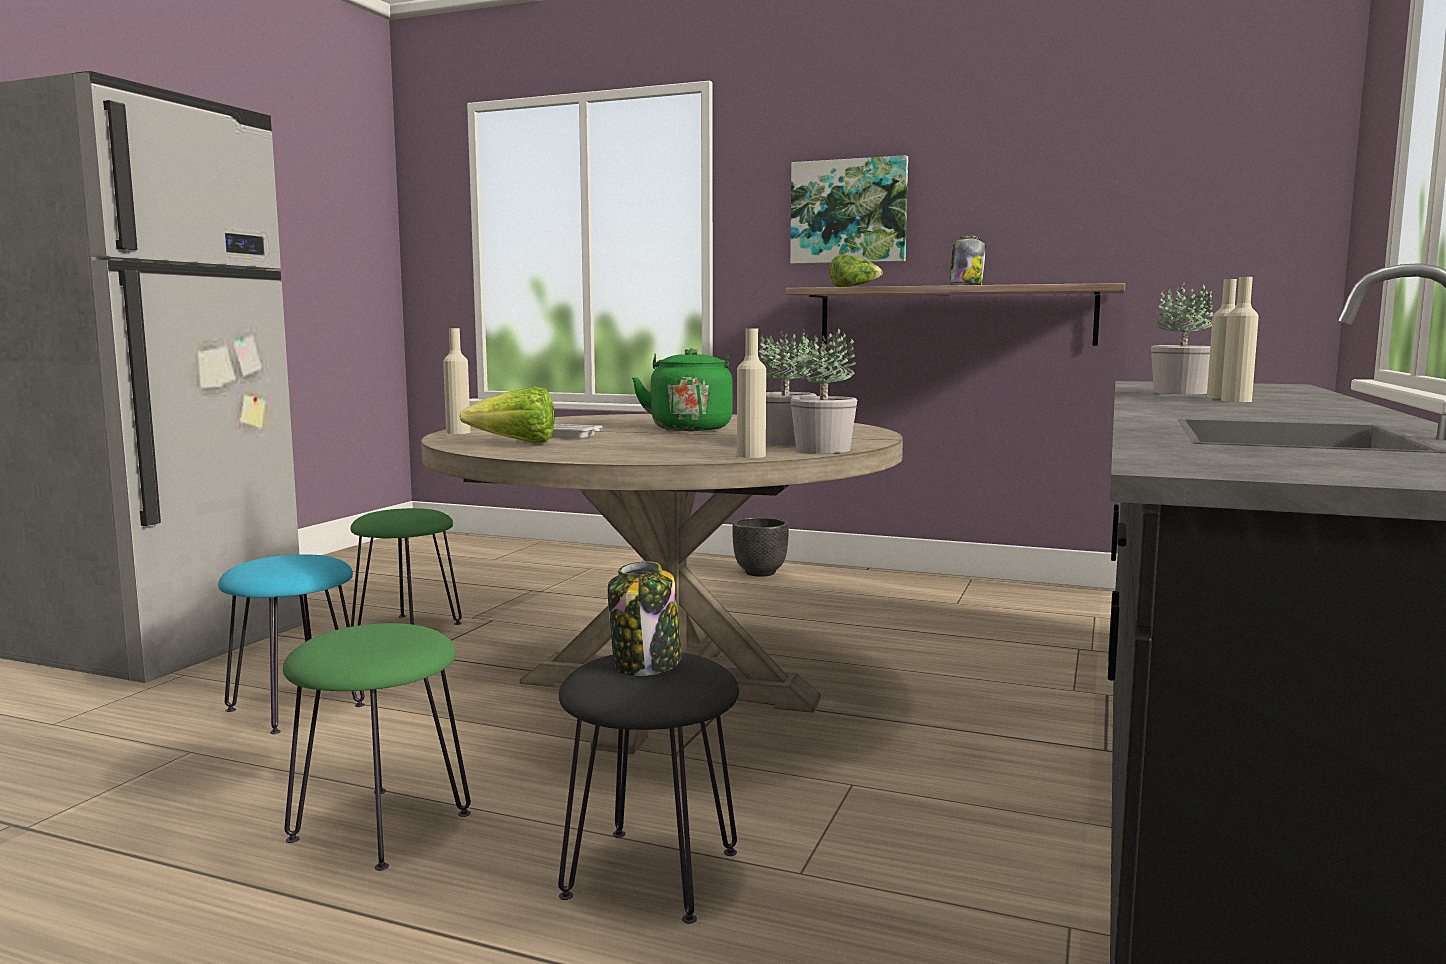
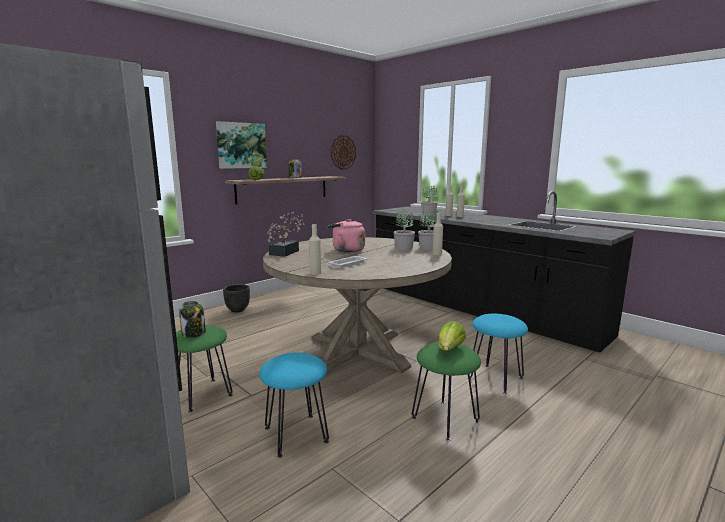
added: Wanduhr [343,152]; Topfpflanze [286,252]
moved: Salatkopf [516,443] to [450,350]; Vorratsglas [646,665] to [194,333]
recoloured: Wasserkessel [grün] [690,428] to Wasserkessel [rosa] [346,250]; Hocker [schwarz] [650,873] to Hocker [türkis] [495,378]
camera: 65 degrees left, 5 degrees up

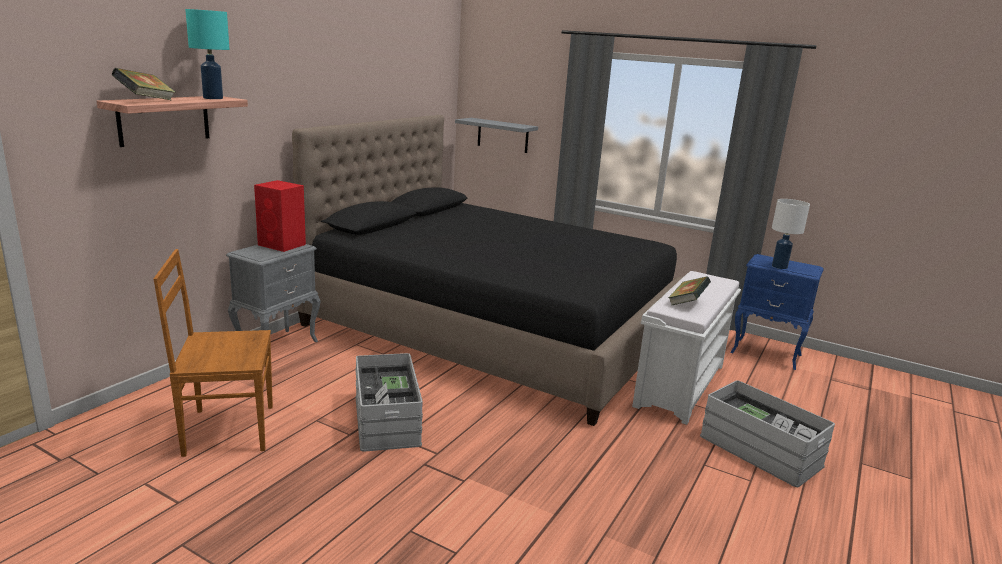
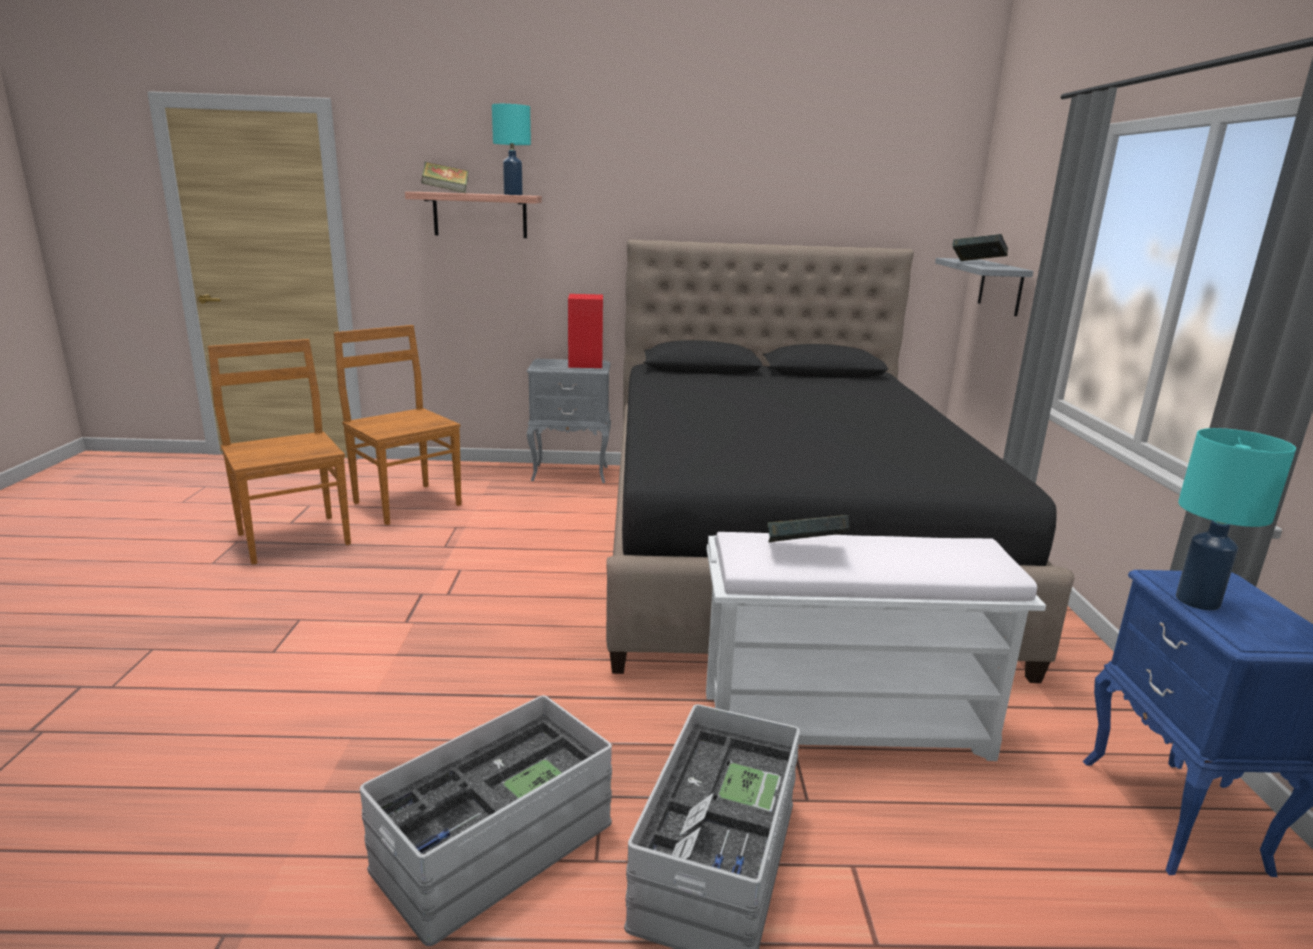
added: Buch [977,263]; Stuhl [braun] [293,537]
moved: Aufbewahrungsbox [grau] [388,419] to [495,846]
recoloured: Tischlampe [weiß] [779,266] to Tischlampe [türkis] [1196,600]
camera: 60 degrees right, 0 degrees up

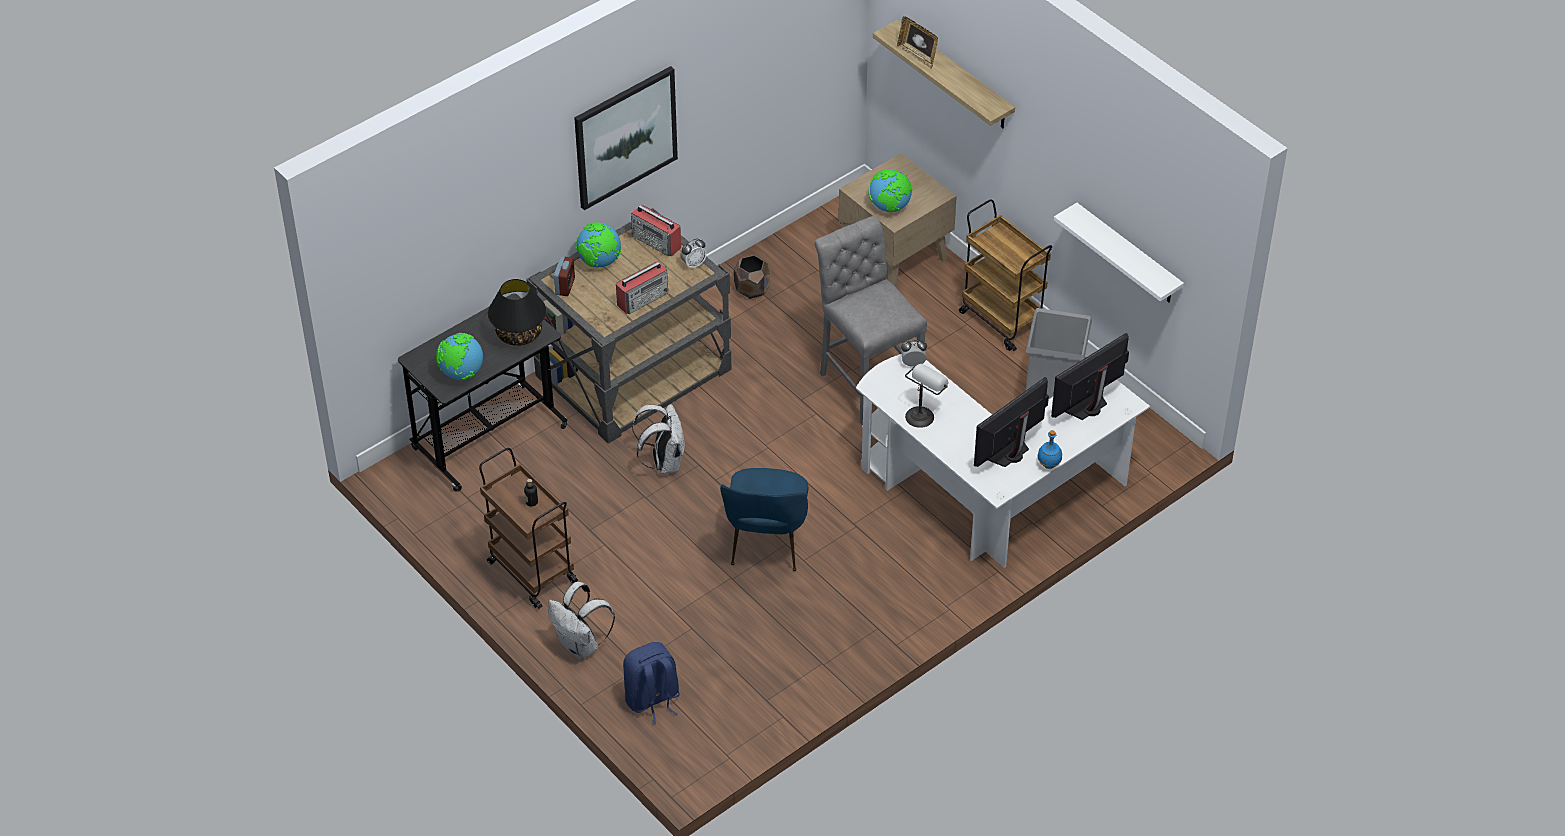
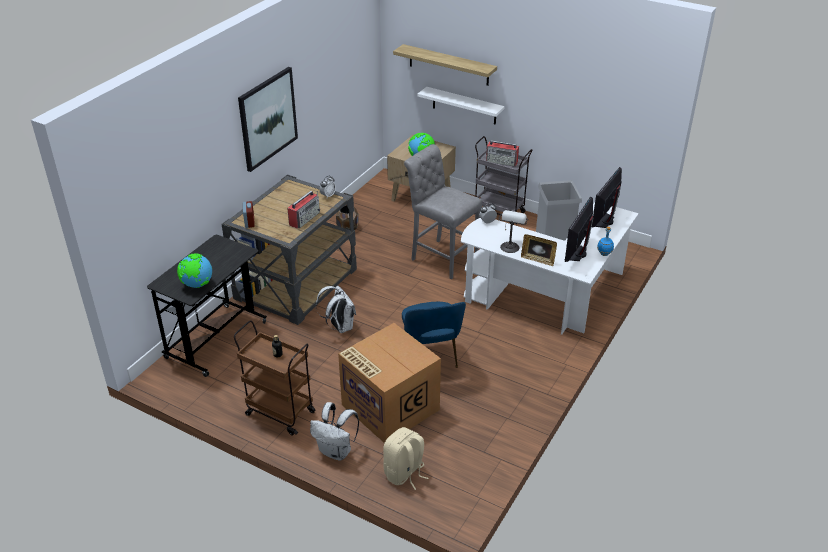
removed: Globus [599,262]; Tischlampe [schwarz] [519,334]
added: Karton [388,407]
moved: Bilderrahmen [917,55] to [538,260]; Wandregal [weiß] [1128,255] to [464,106]; Radio [657,242] to [502,162]
recoloured: Rollwagen [braun] [1002,321] to Rollwagen [grau] [499,213]; Rucksack [blau] [652,699] to Rucksack [beige] [404,473]
camera: 20 degrees left, 10 degrees down

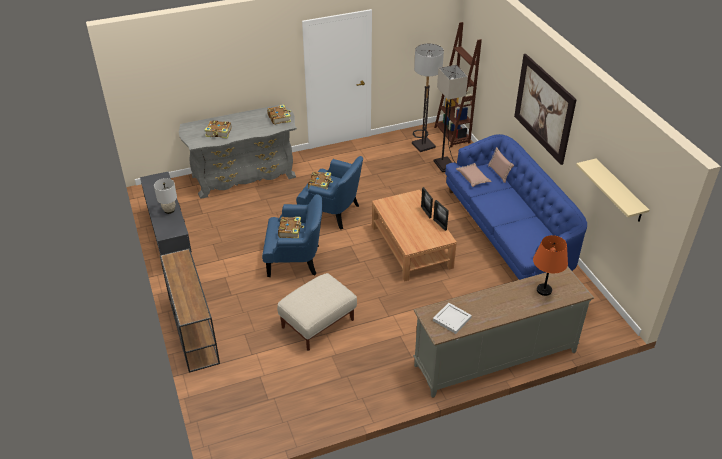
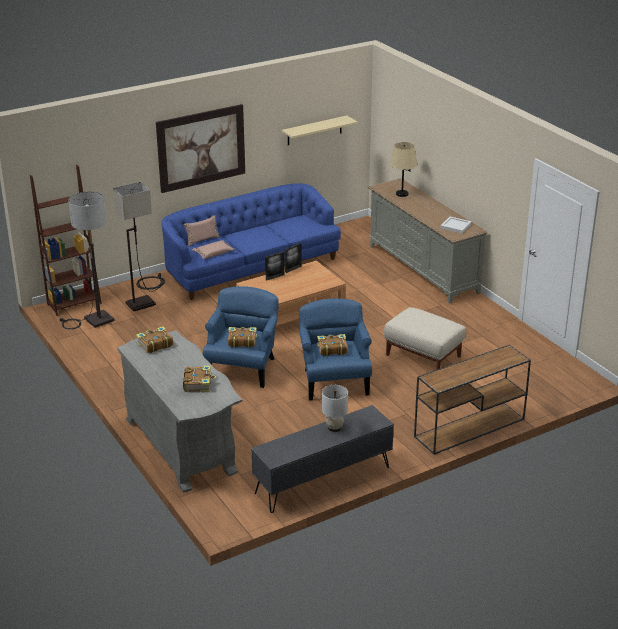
recoloured: Tischlampe [orange] [544,290] to Tischlampe [beige] [402,194]
camera: 100 degrees left, 10 degrees down

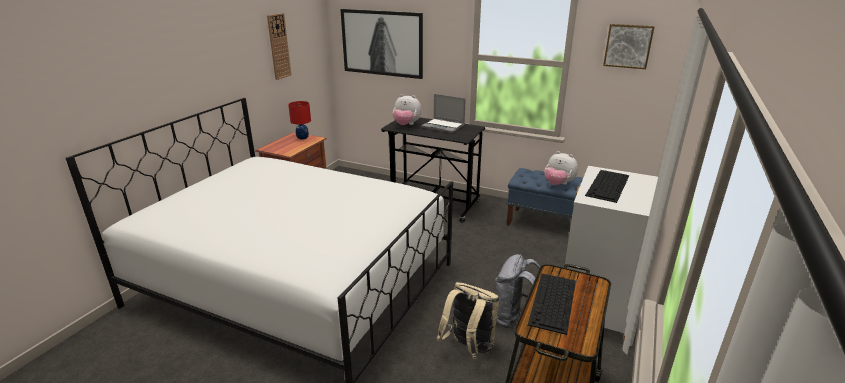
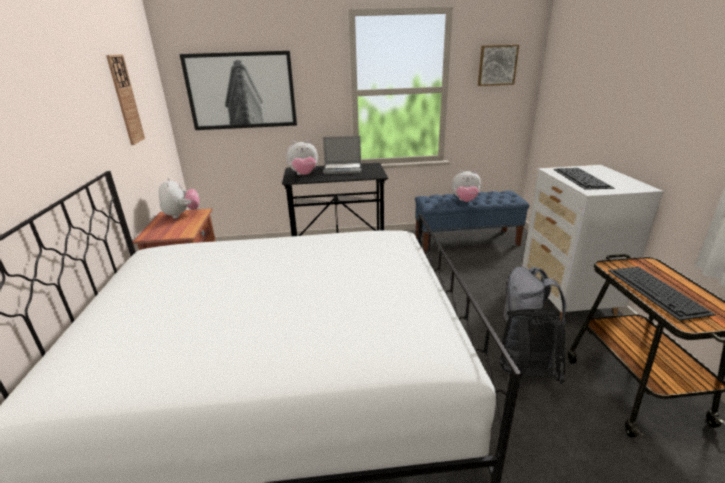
replaced: Tischlampe [rot] [302,138] to Plüschtier [182,215]
recoloured: Rucksack [beige] [468,348] to Rucksack [schwarz] [524,376]
camera: 30 degrees left, 0 degrees up

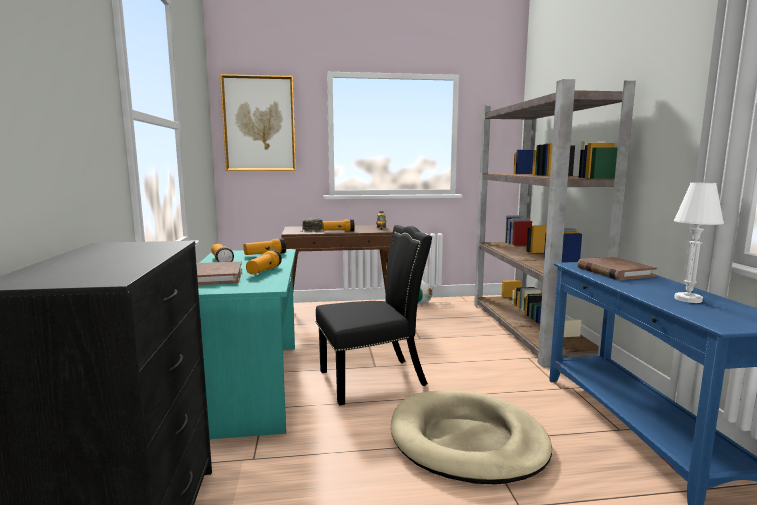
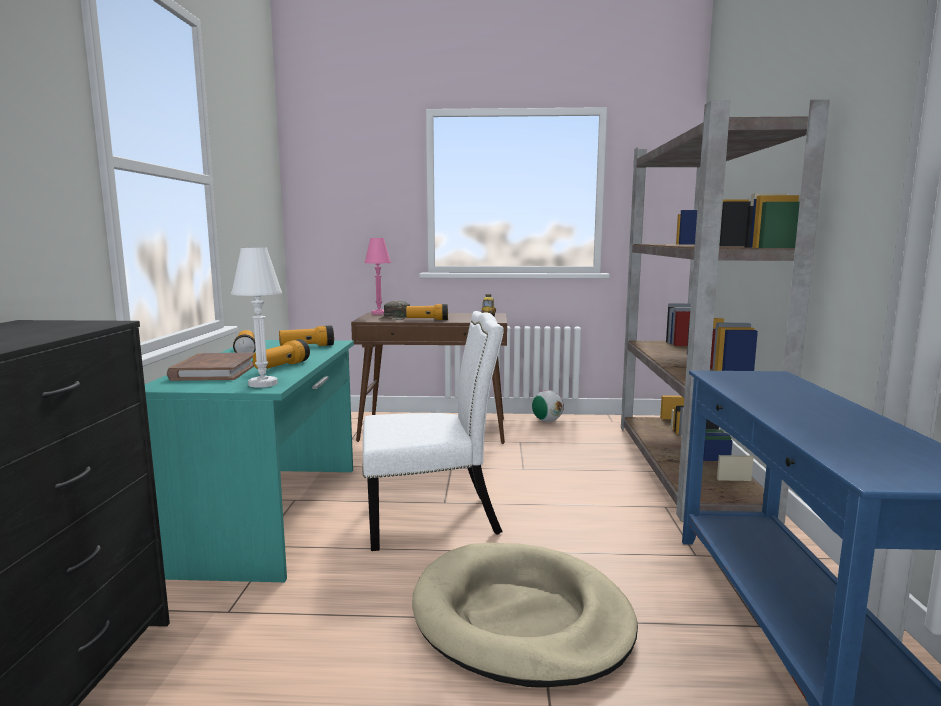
removed: Bild [259,124]; Buch [braun] [614,272]
added: Tischlampe [rosa] [379,313]
moved: Tischlampe [weiß] [688,299] to [263,384]
recoloured: Stuhl [schwarz] [371,380] to Stuhl [weiß] [429,520]
camera: 10 degrees right, 0 degrees up

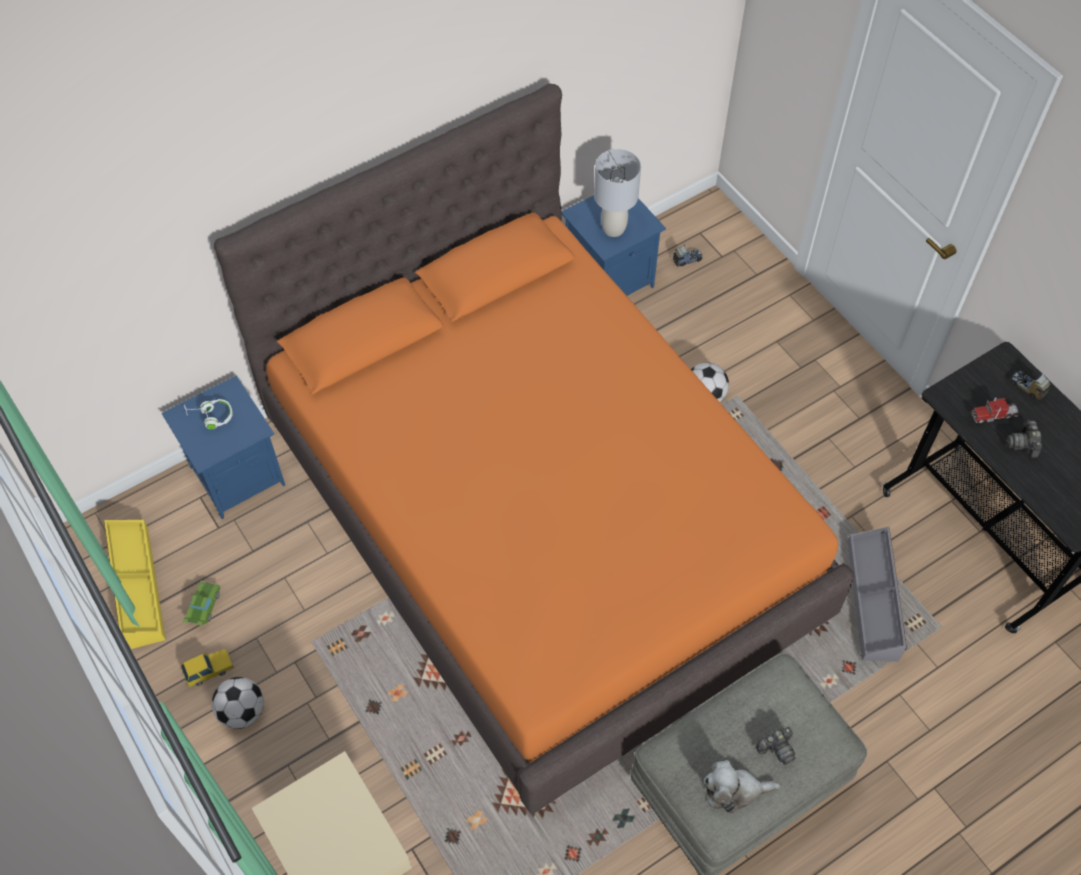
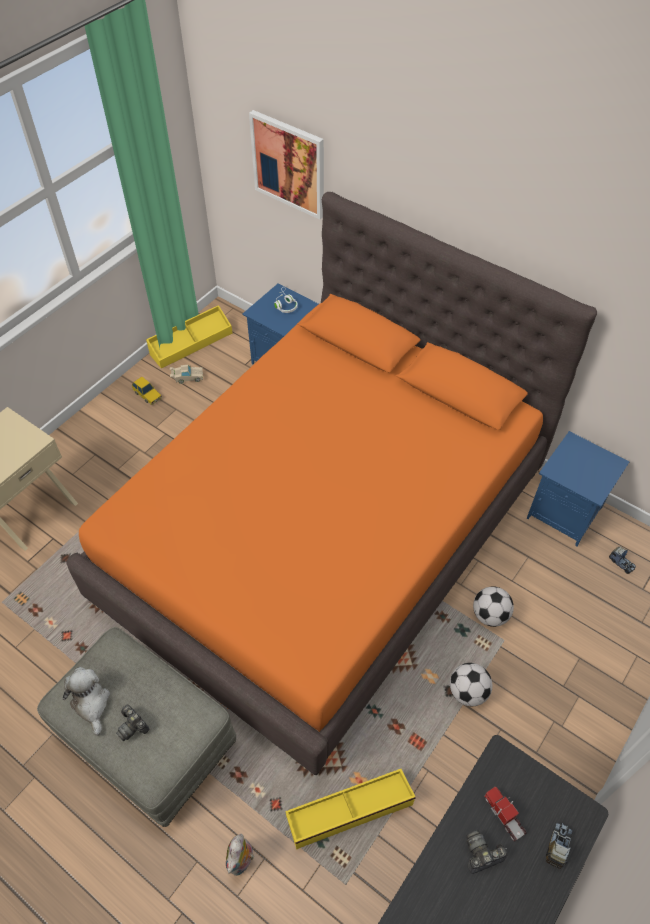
removed: Tischlampe [grau] [613,228]
added: Bild [289,164]; Plüschtier [242,860]
moved: Fußball [242,711] to [467,692]
recoloured: Aufbewahrungsbox [grau] [873,600] to Aufbewahrungsbox [gelb] [350,812]; Spielzeugauto [grün] [204,608] to Spielzeugauto [beige] [187,378]
camera: 70 degrees right, 5 degrees down

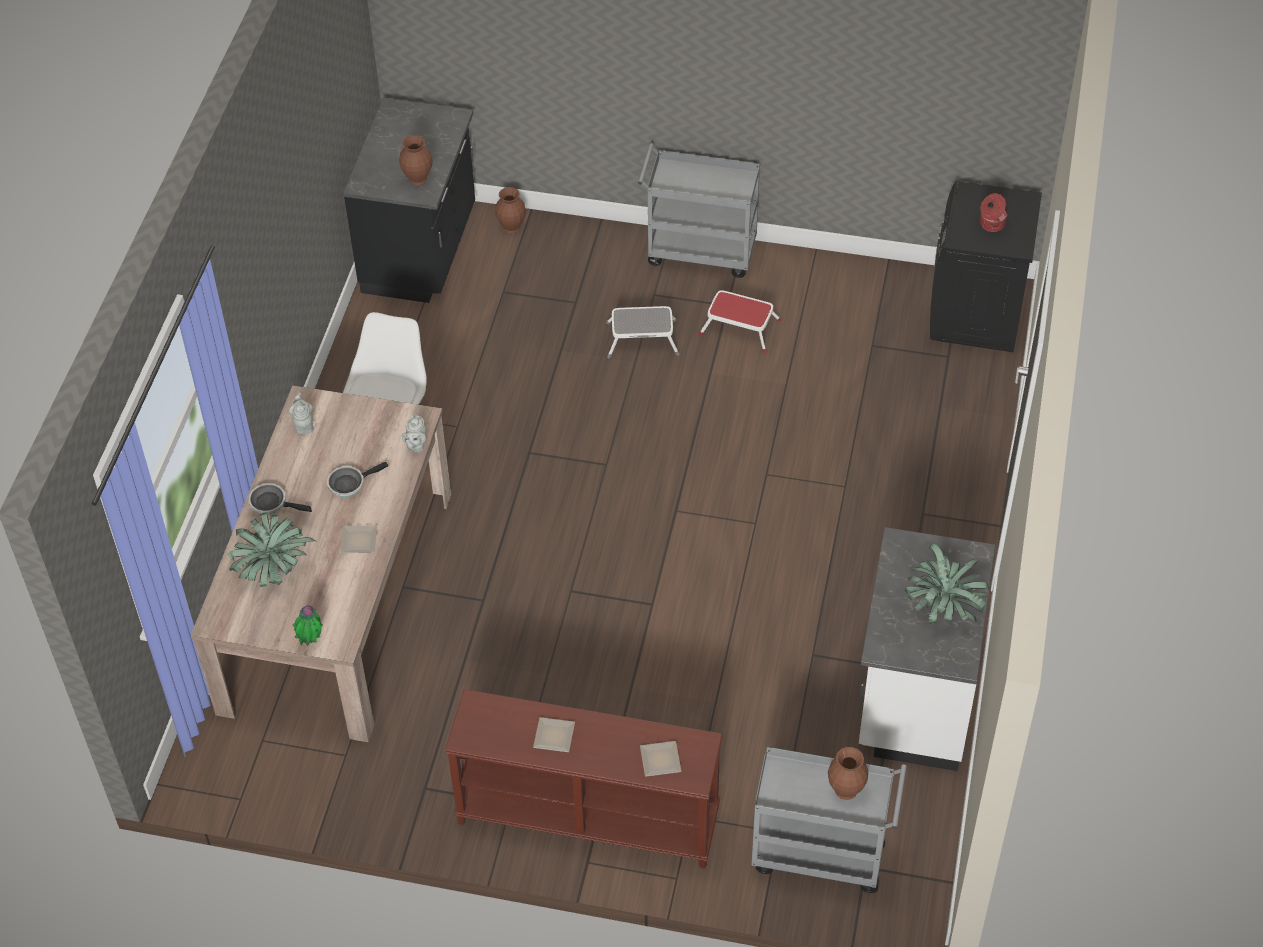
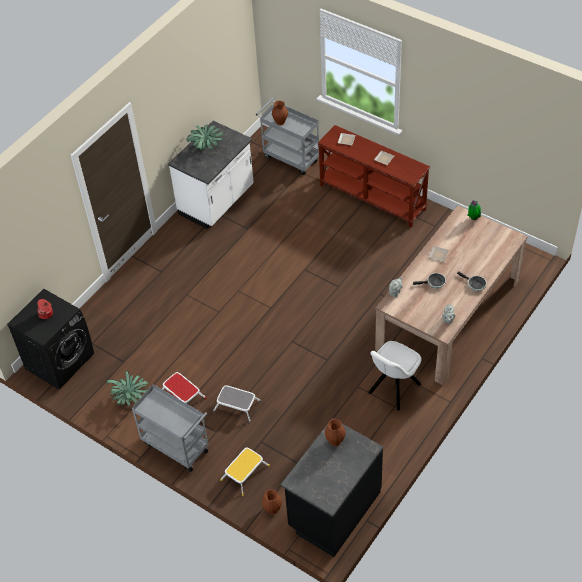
added: Trittleiter [gelb] [244,472]
moved: Topfpflanze [272,568] to [131,398]
camera: 155 degrees left, 0 degrees up

